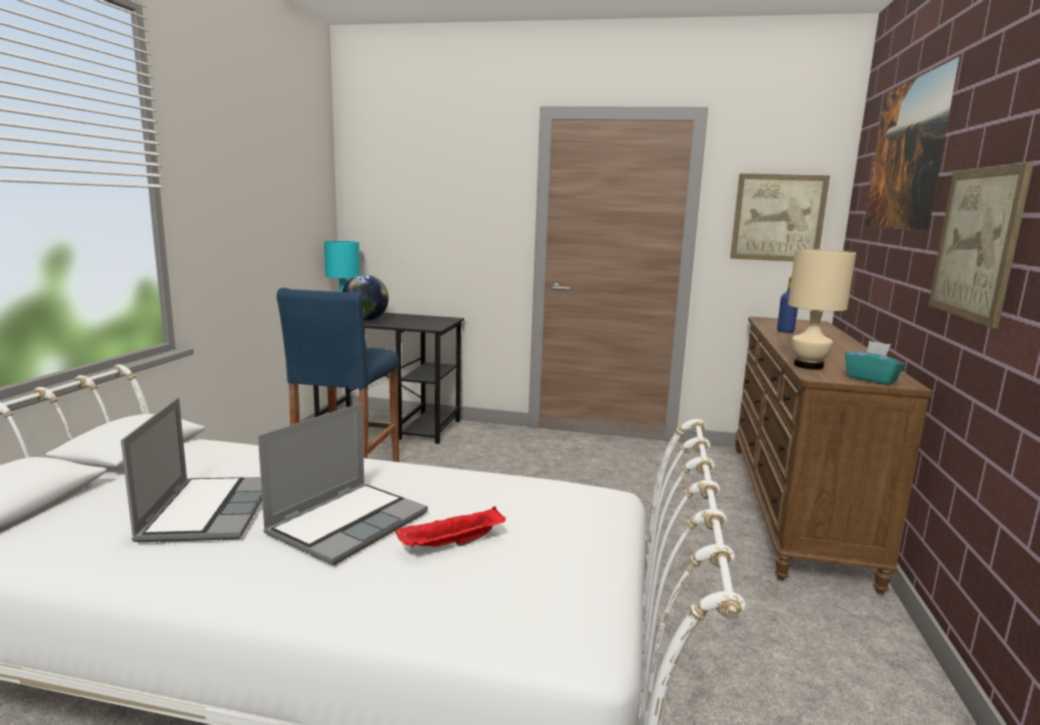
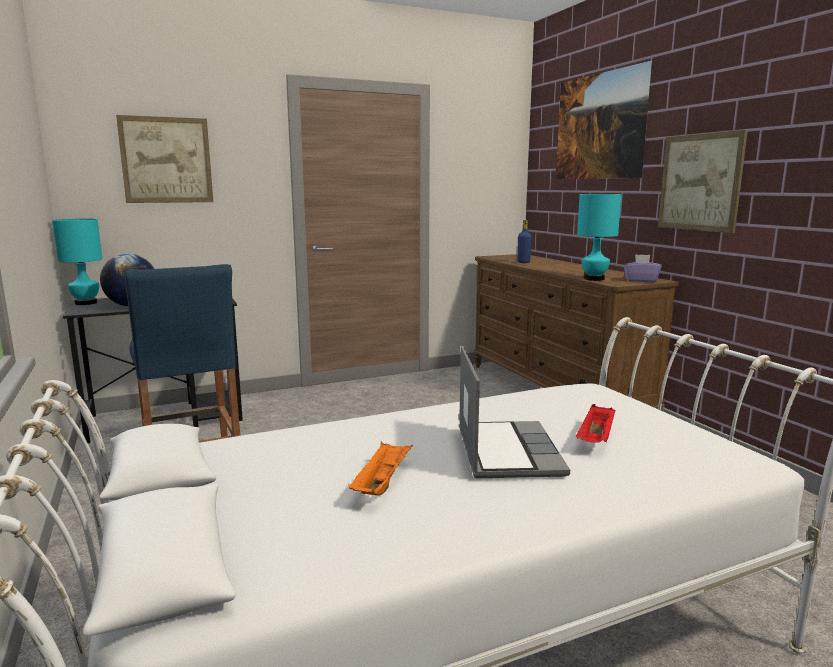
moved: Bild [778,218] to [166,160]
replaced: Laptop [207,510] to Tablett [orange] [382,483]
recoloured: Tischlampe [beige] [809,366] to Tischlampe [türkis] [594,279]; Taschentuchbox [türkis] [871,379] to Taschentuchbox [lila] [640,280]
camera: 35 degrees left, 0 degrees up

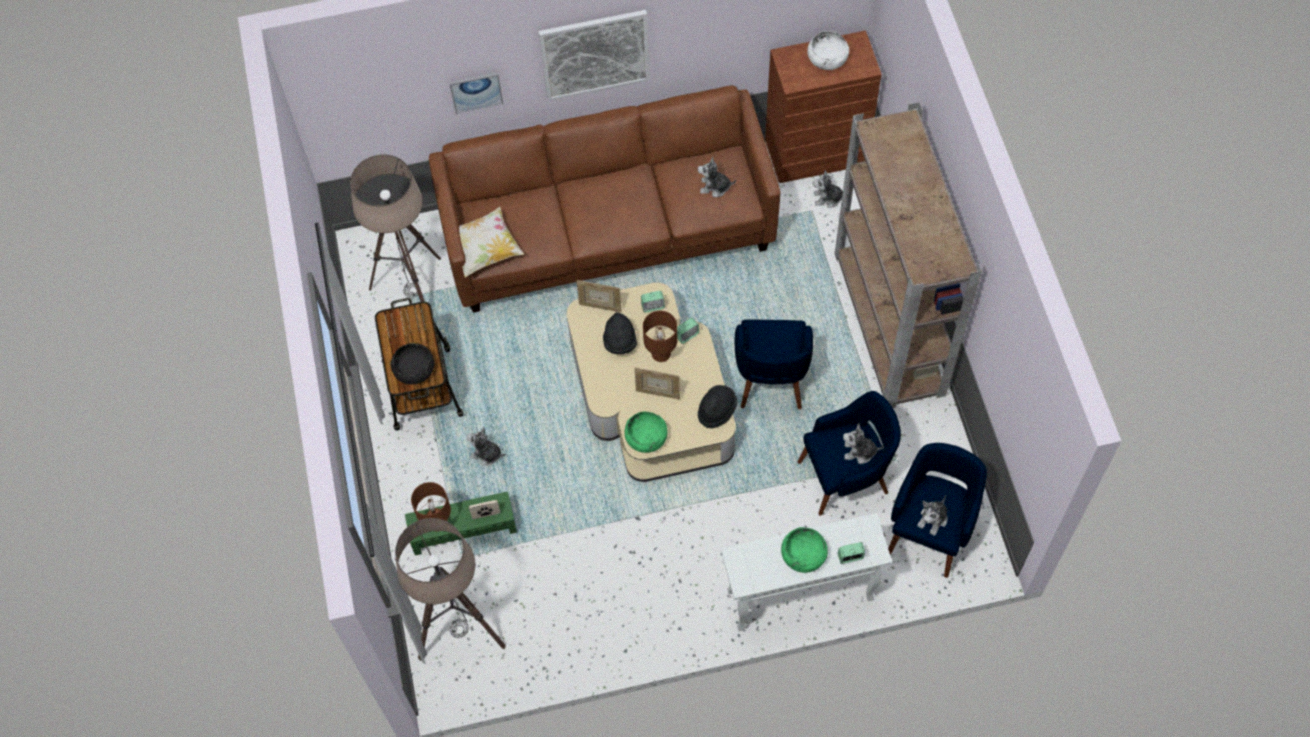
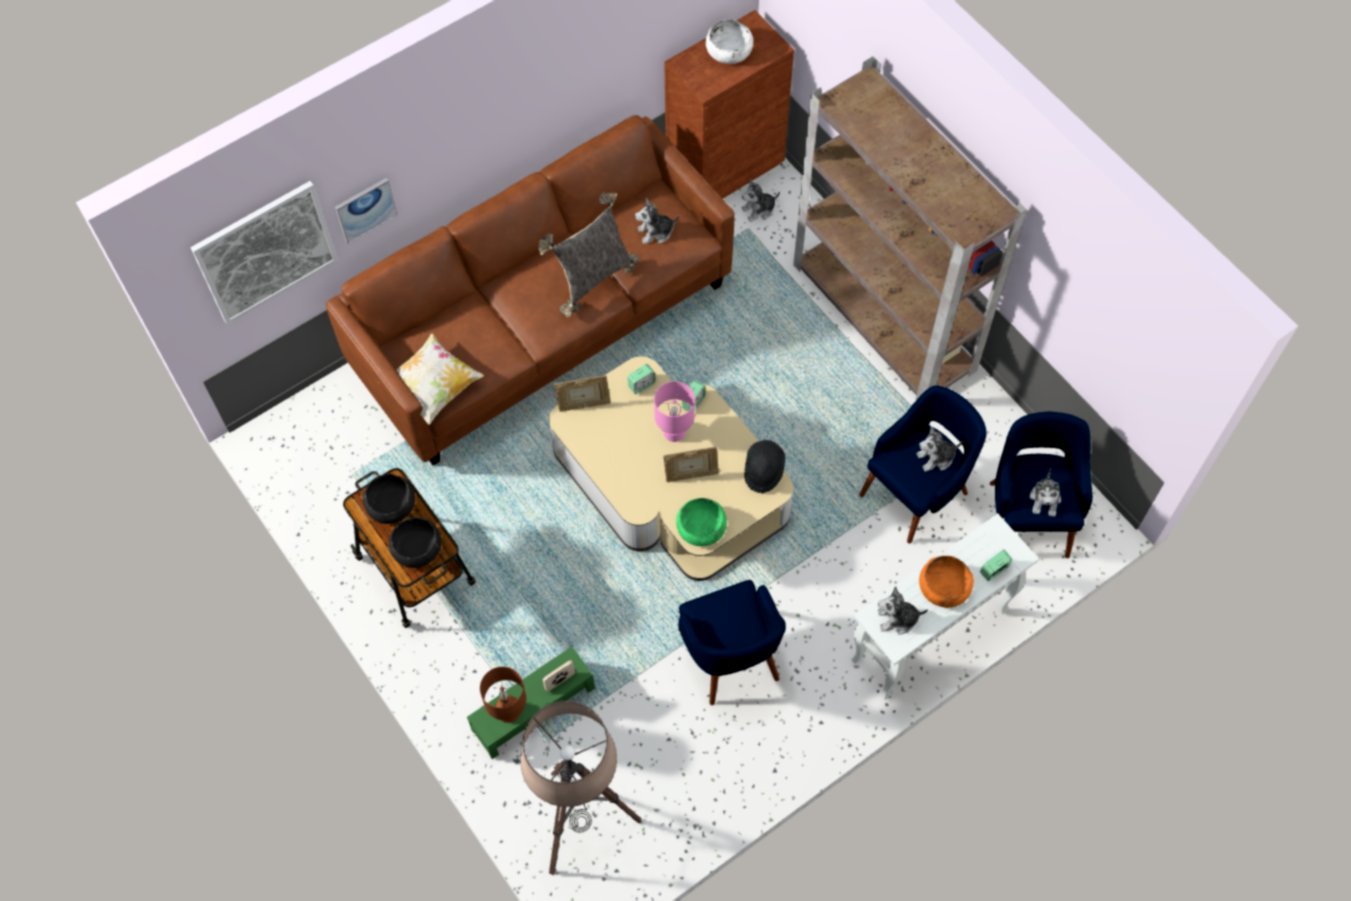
removed: Stehlampe [413,290]; Hut [schwarz] [620,341]
added: Kissen [592,281]; Schüssel [schwarz] [391,505]
moved: Bild [595,54] to [266,252]; Sessel [blau] [771,379] to [730,657]; Plüschtier [486,454] to [897,619]
recoloured: Tischlampe [braun] [661,353] to Tischlampe [rosa] [675,432]; Schüssel [grün] [803,554] to Schüssel [orange] [944,586]
camera: 25 degrees left, 0 degrees up

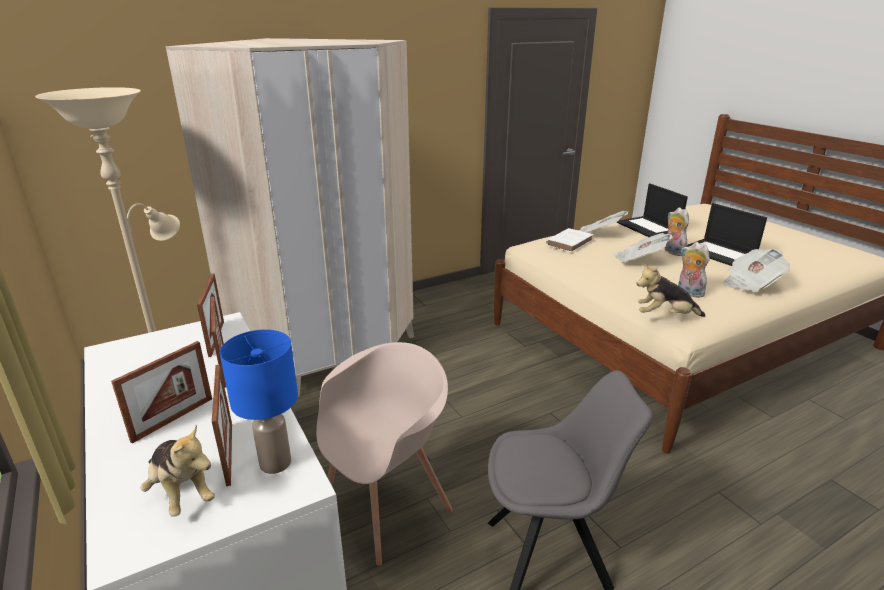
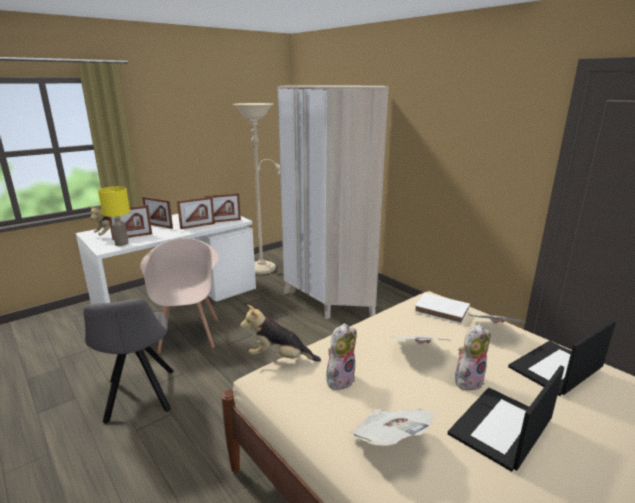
recoloured: Tischlampe [blau] [276,462] to Tischlampe [gelb] [122,244]
turned: Plüschtier [664,316] = [280,358] 75 degrees counterclockwise; Stuhl [beige] [387,509] = [189,335] 135 degrees counterclockwise
camera: 80 degrees right, 5 degrees down

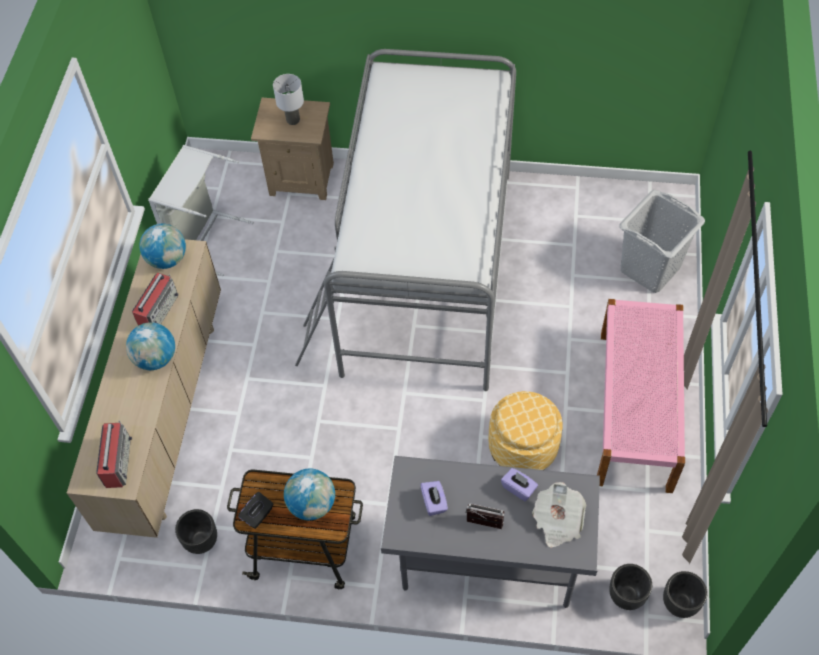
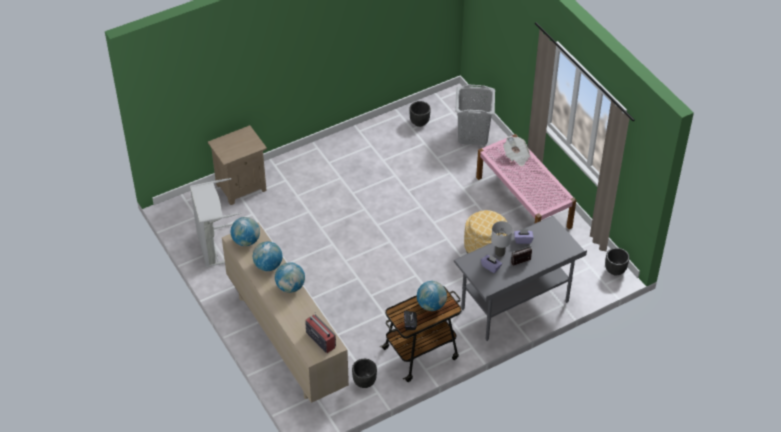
removed: Bett [grau] [425,274]
moved: Tischlampe [weiß] [294,120] to [500,253]; Zeitung [557,521] to [516,156]; Pflanzkübel [schwarz] [626,596] to [419,123]
replaced: Radio [159,310] to Globus [268,266]
camera: 40 degrees left, 10 degrees down

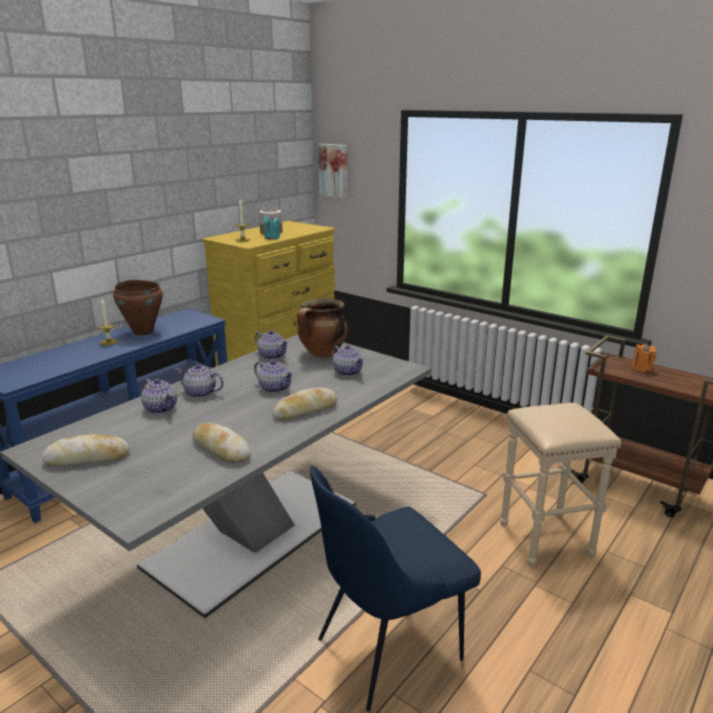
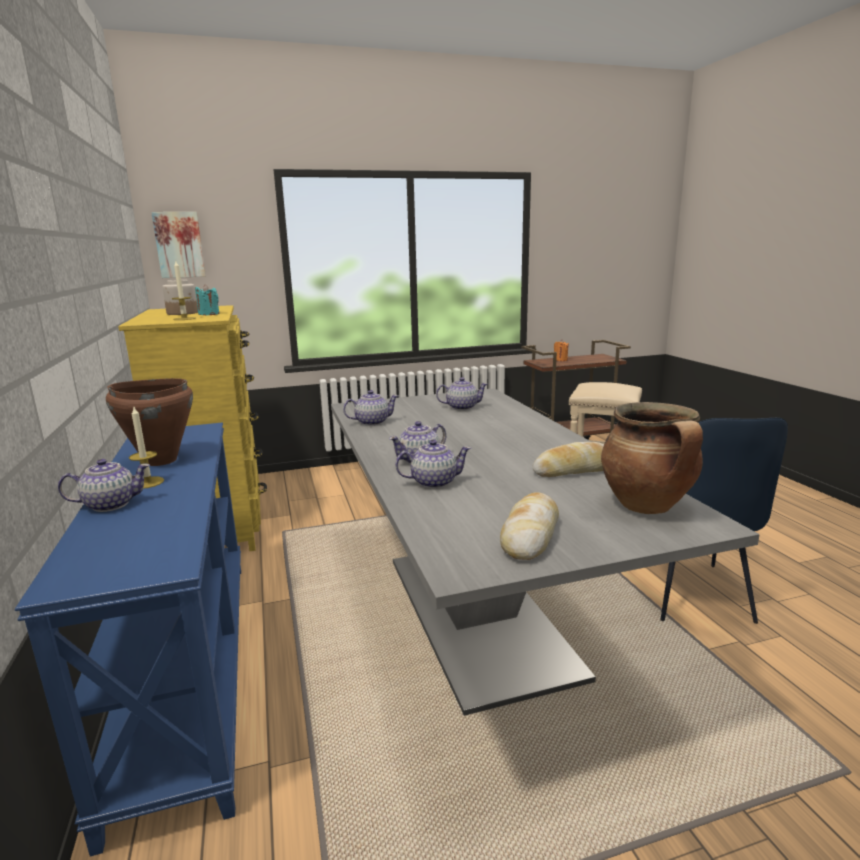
removed: Brot [305,410]
moved: Kochtopf [322,354] to [648,506]; Teekanne [274,388] to [110,504]
camera: 55 degrees left, 5 degrees down

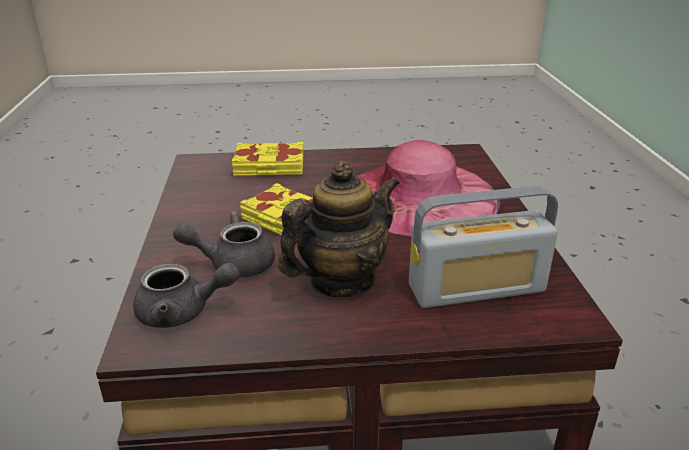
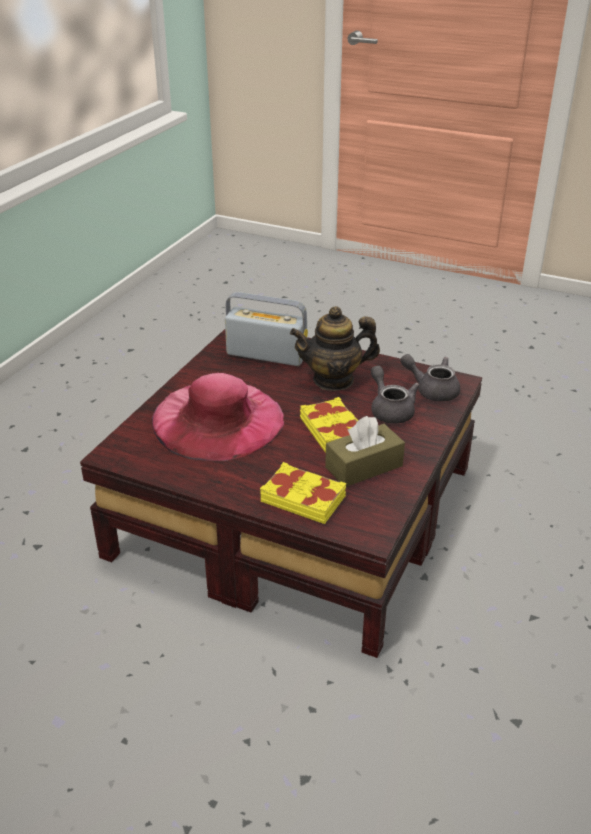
added: Taschentuchbox [braun] [364,466]
turned: Teekanne [grau] [233,263] = [390,409] 135 degrees counterclockwise
camera: 150 degrees left, 5 degrees up

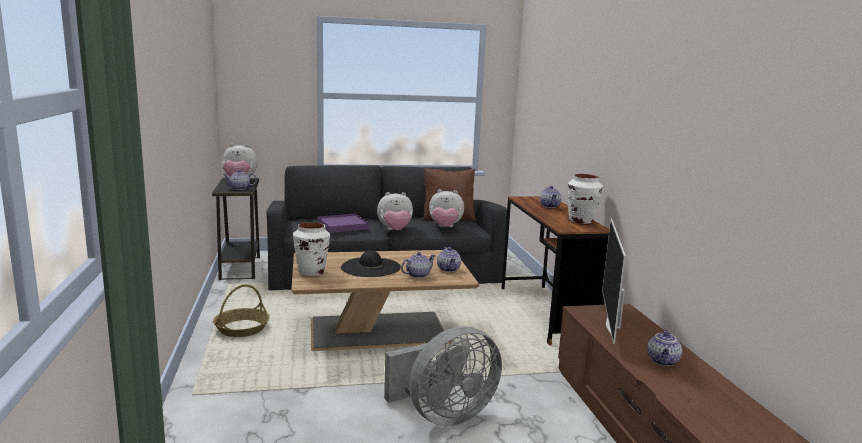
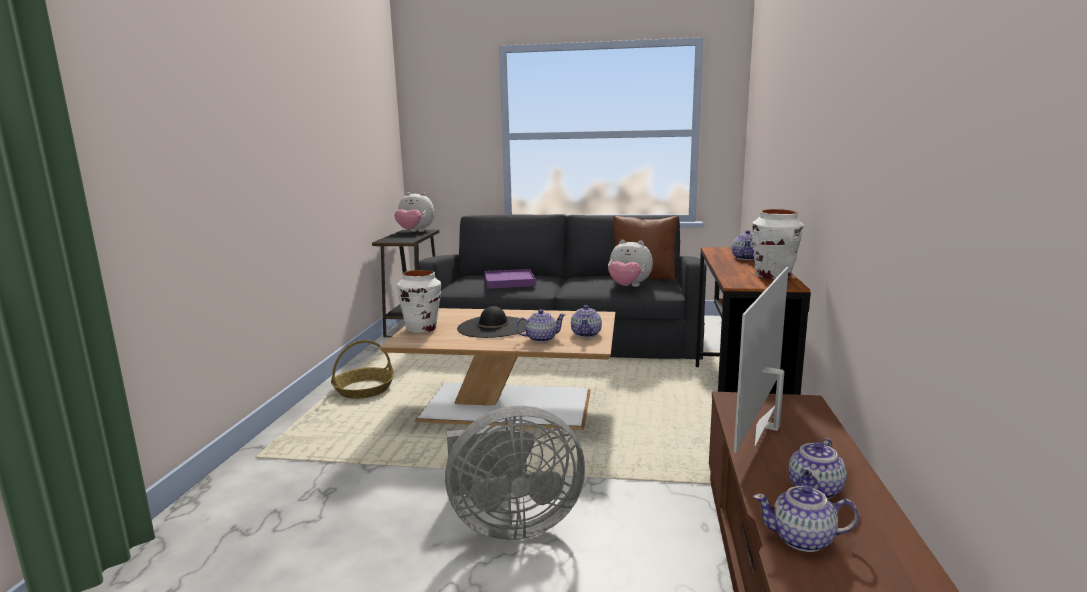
removed: Plüschtier [395,230]
moved: Teekanne [240,188] to [803,539]
camera: 20 degrees right, 0 degrees up

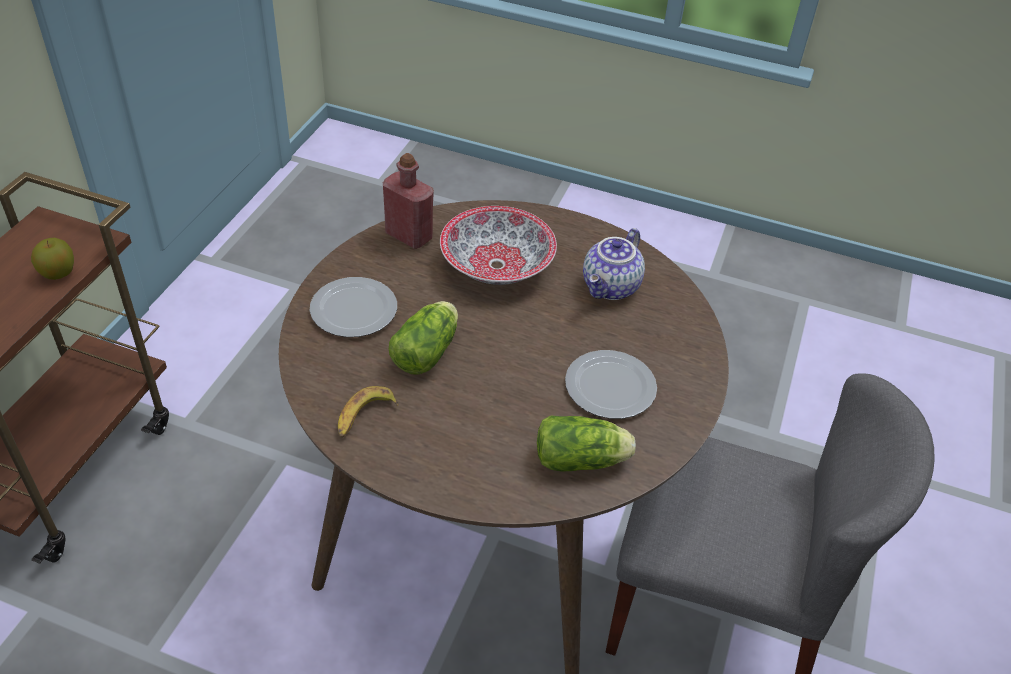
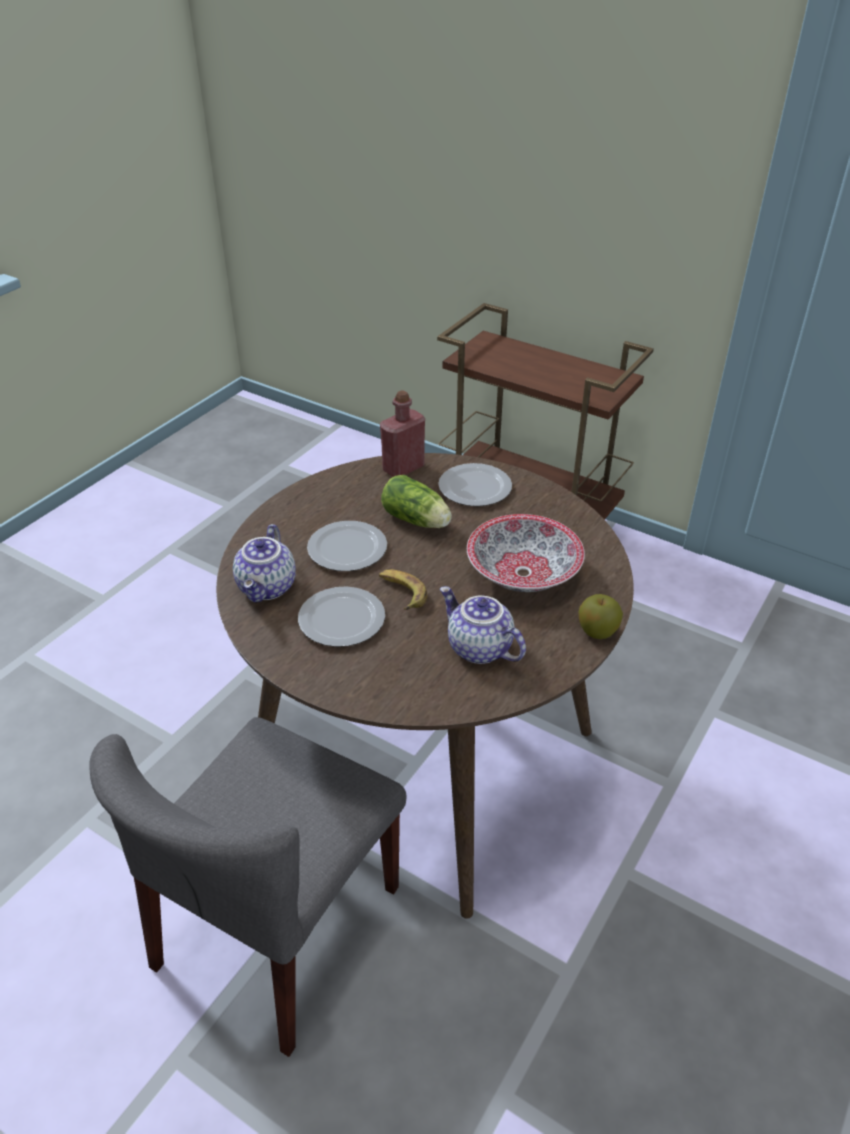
added: Teller [348,549]
moved: Flasche [rot] [409,236] to [403,468]; Apfel [58,273] to [597,631]; Banane [364,416] to [401,592]
replaced: Salatkopf [583,460] to Teekanne [268,588]
camera: 105 degrees right, 5 degrees down

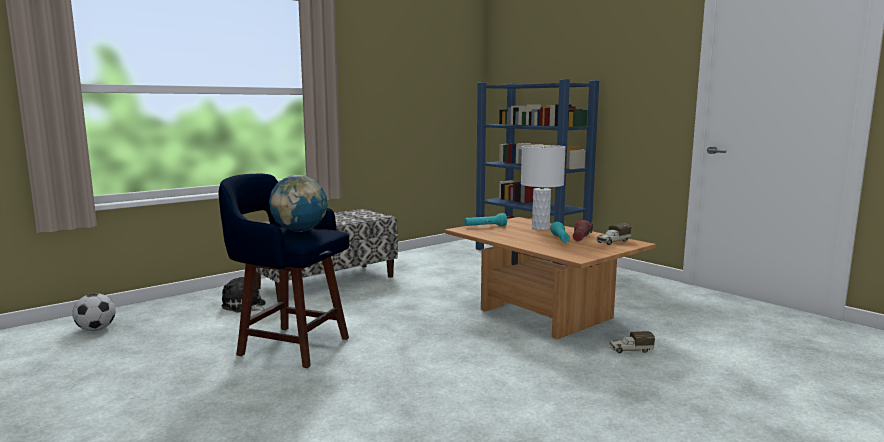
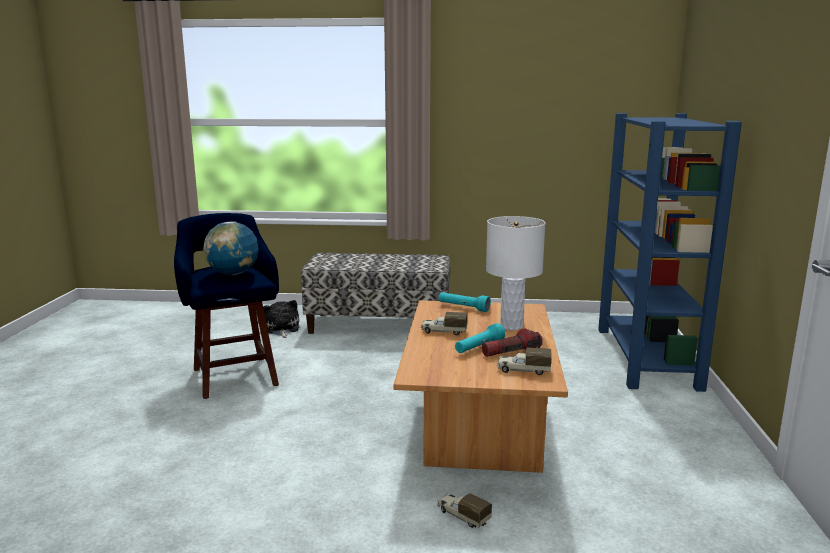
removed: Fußball [96,329]
added: Spielzeuglaster [443,332]
camera: 45 degrees right, 5 degrees up

